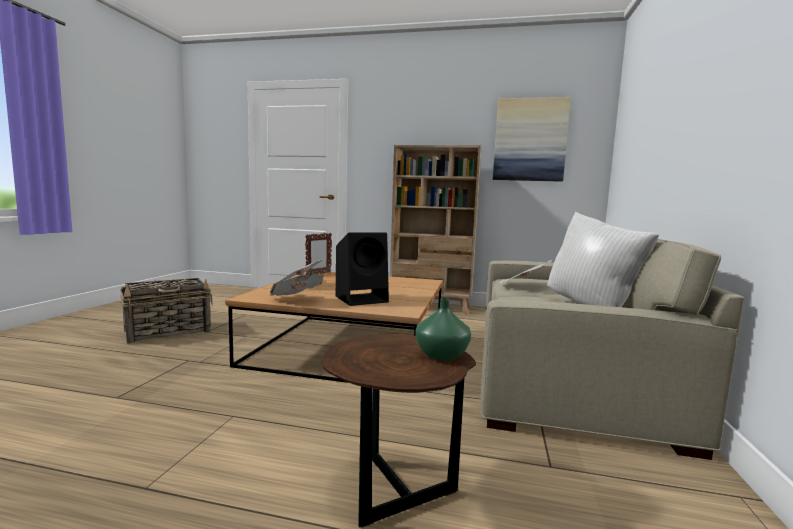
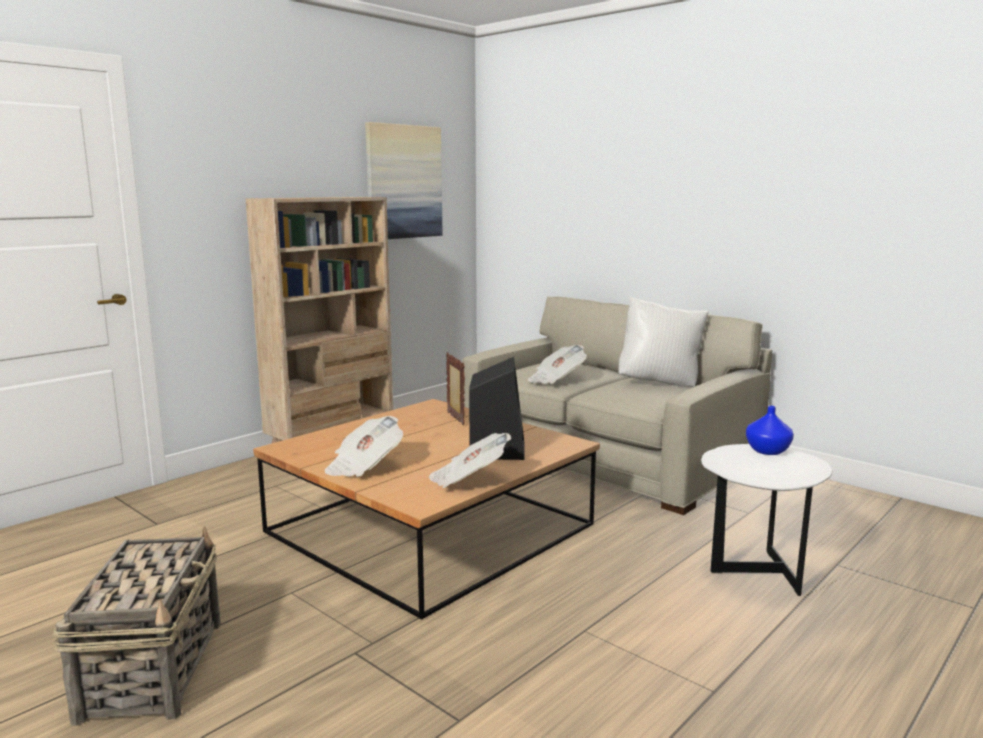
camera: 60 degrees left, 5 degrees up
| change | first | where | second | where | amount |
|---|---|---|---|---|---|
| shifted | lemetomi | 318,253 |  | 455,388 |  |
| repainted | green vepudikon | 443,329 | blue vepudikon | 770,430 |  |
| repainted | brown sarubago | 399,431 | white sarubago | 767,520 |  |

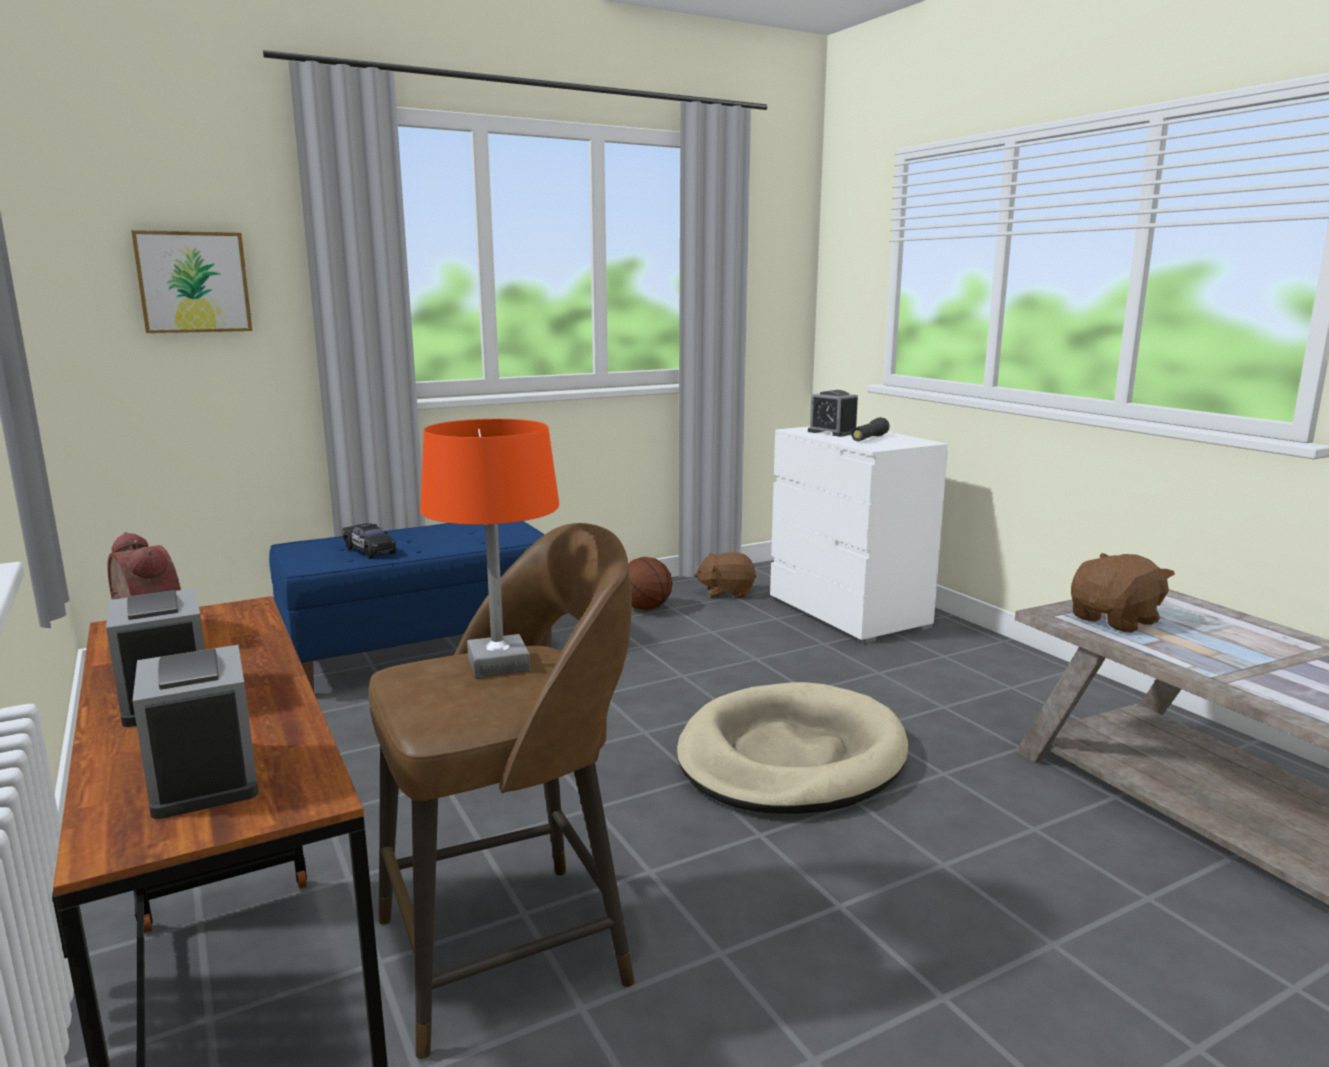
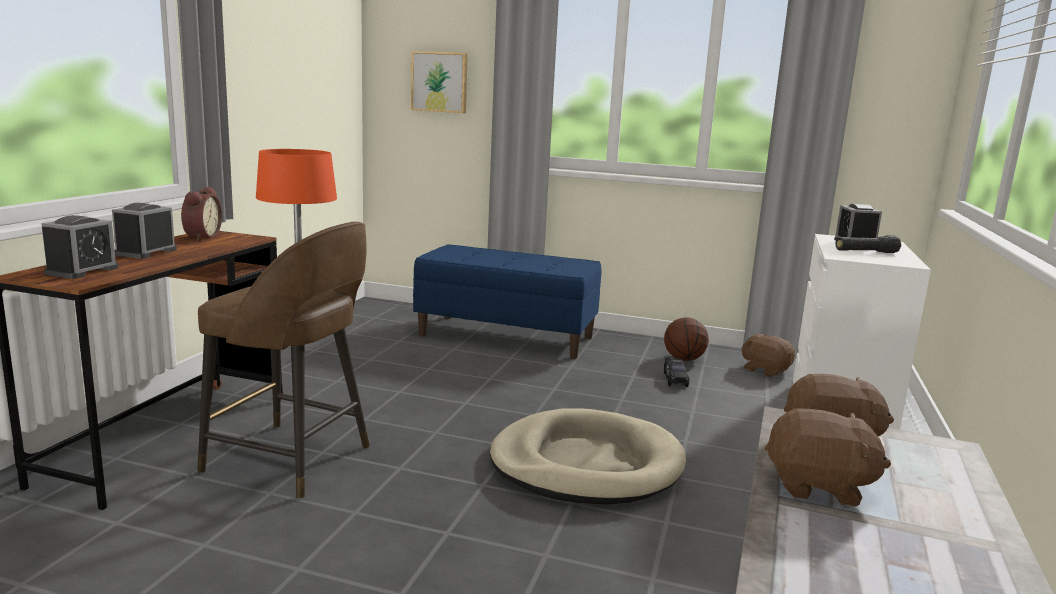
camera: 45 degrees right, 0 degrees up
| change | first | where | second | where | amount |
|---|---|---|---|---|---|
| shifted | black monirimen | 369,541 |  | 676,372 |  |
| new |  |  | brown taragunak | 828,457 |  |

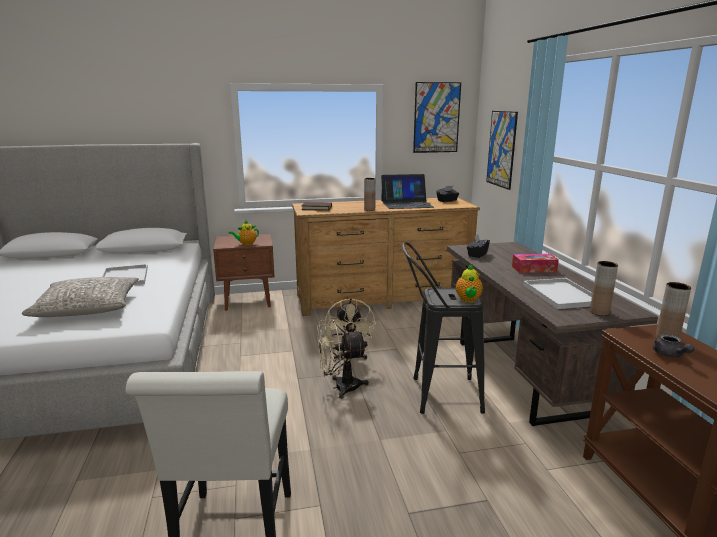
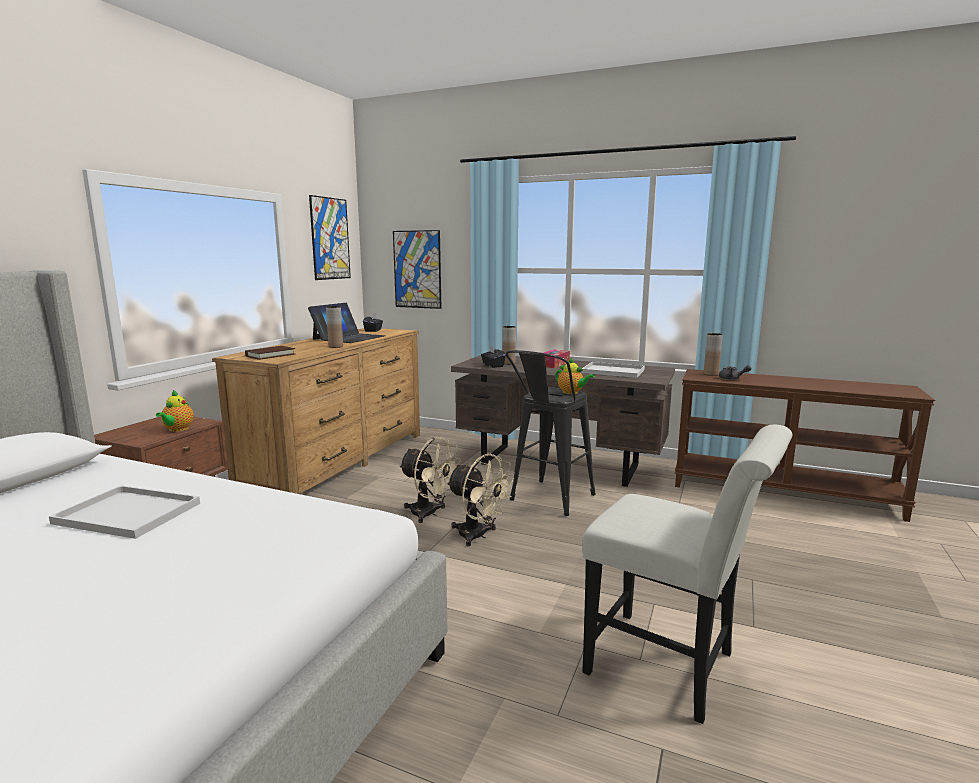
camera: 55 degrees left, 5 degrees down
| change | first | where | second | where | amount |
|---|---|---|---|---|---|
| shifted | brown vepudikon | 604,288 |  | 509,345 |  |
| gone | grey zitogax | 80,297 |  |  |  |
| rotated | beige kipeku | 343,359 |  | 480,500 | 75 degrees counterclockwise |

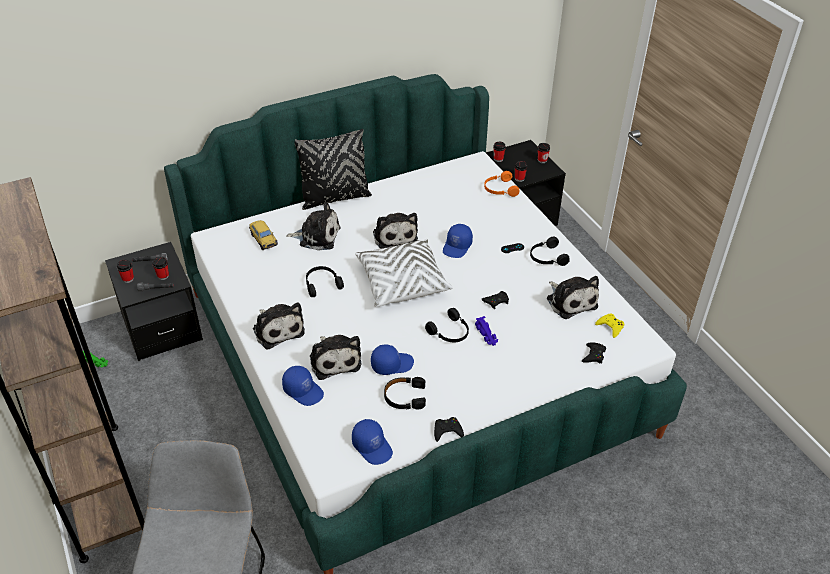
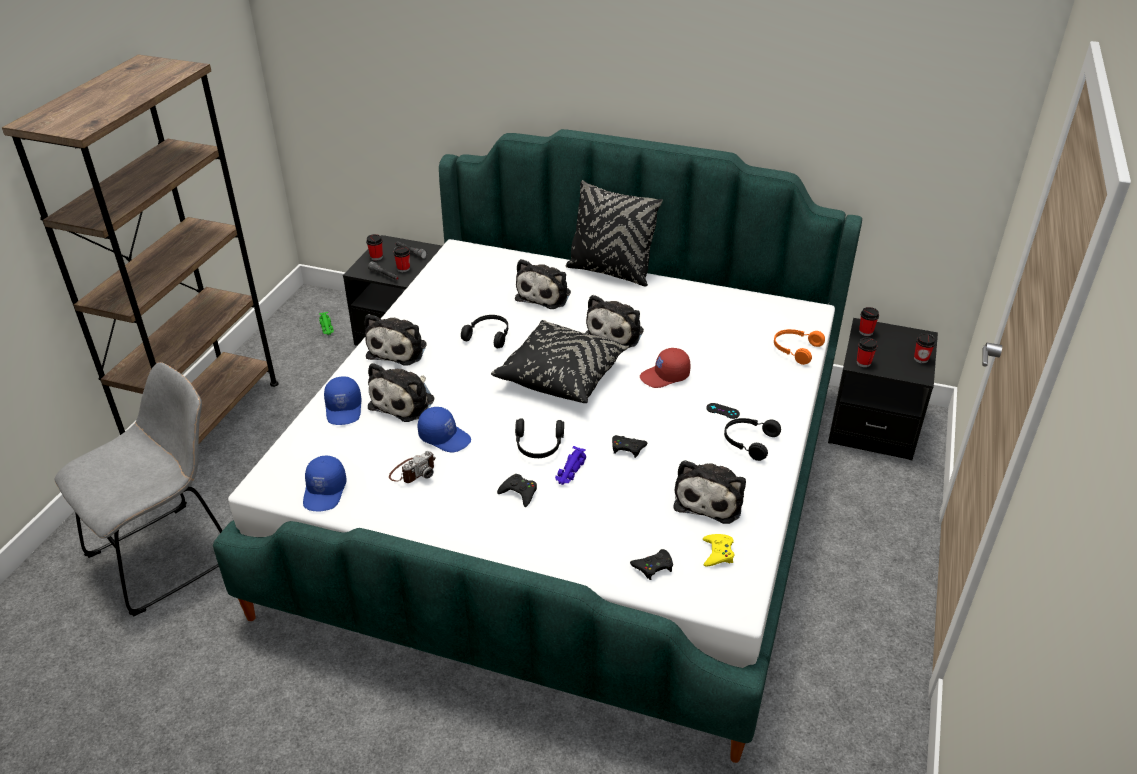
camera: 45 degrees right, 5 degrees down
| change | first | where | second | where | amount |
|---|---|---|---|---|---|
| rotated | taragunak | 313,226 |  | 543,284 | 60 degrees clockwise |
| gone | monirimen | 263,235 |  |  |  |
| repainted | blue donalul | 458,241 | red donalul | 665,368 |  |
| repainted | white zitogax | 404,273 | black zitogax | 560,361 |  |
| swapped | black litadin | 405,393 | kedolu | 412,467 |  |
| shifted | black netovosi | 449,429 |  | 517,490 |  |

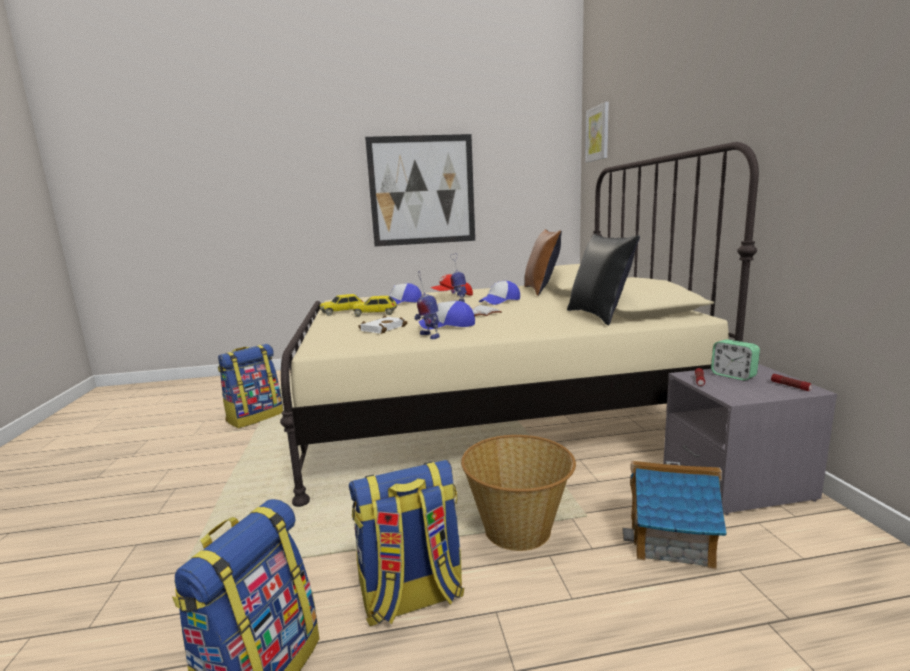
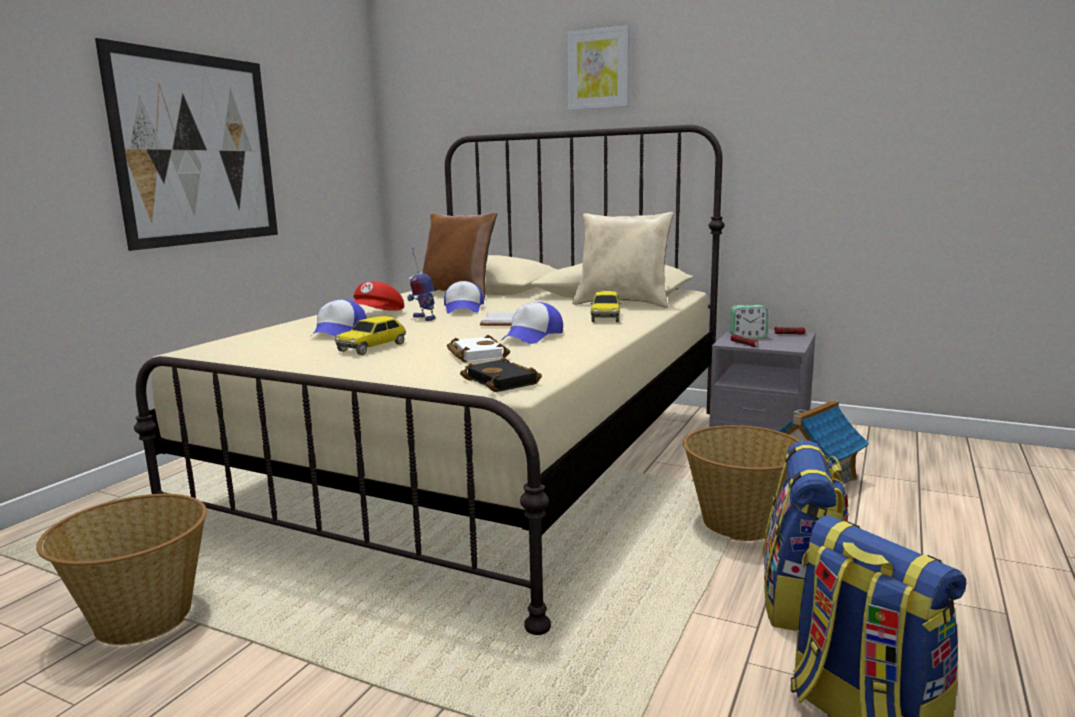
camera: 55 degrees left, 0 degrees up
| change | first | where | second | where | amount |
|---|---|---|---|---|---|
| shifted | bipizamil | 597,132 |  | 598,67 |  |
| repainted | black zitogax | 603,279 | beige zitogax | 623,259 |  |
| gone | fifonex | 427,305 |  |  |  |
| shifted | monirimen | 341,305 |  | 605,306 |  |
| swapped | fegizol | 250,386 | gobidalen | 121,569 |  |
| new |  |  | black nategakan | 501,374 |  |

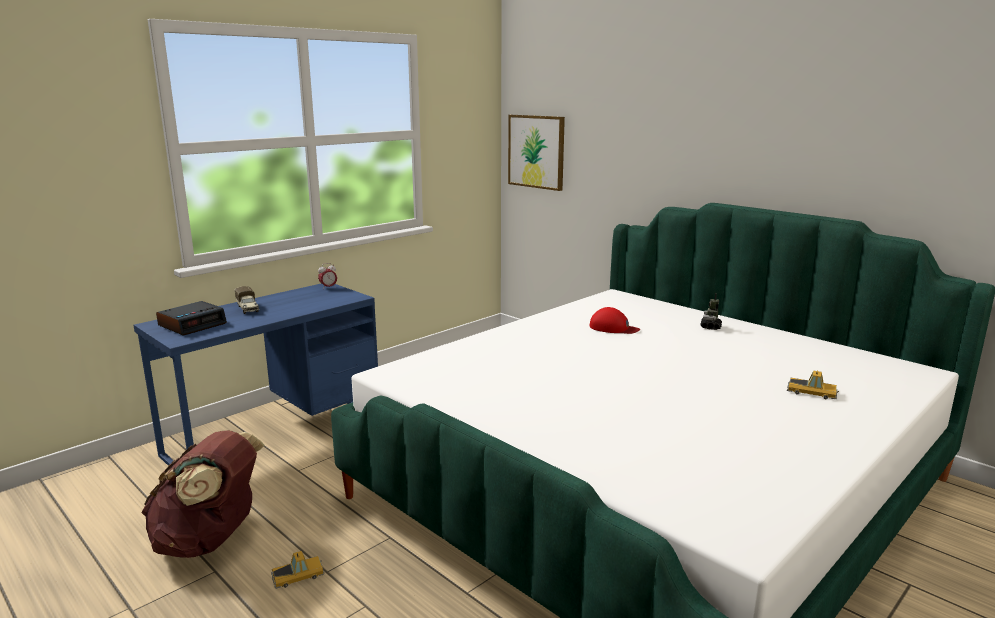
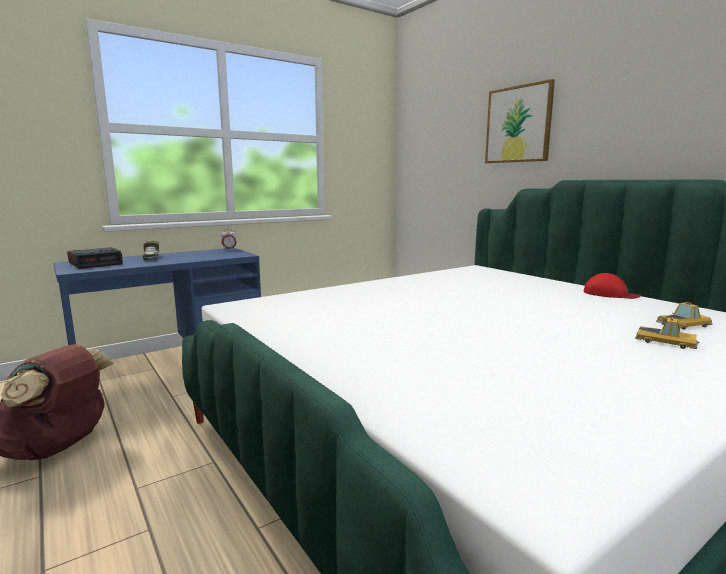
camera: 10 degrees right, 5 degrees down
| change | first | where | second | where | amount |
|---|---|---|---|---|---|
| shifted | bipizamil | 536,153 |  | 520,121 |  |
| gone | fifonex | 711,311 |  |  |  |
| shifted | red donalul | 614,320 |  | 612,286 |  |
| shifted | monirimen | 298,570 |  | 684,316 |  |

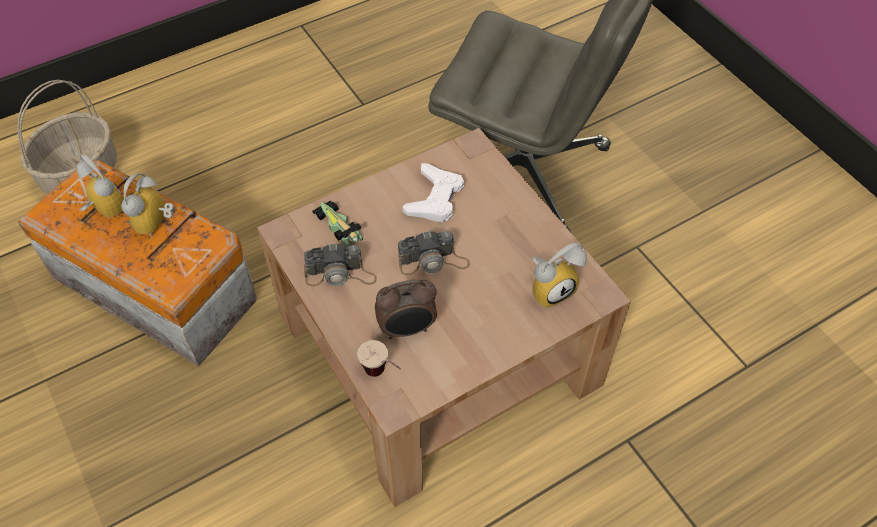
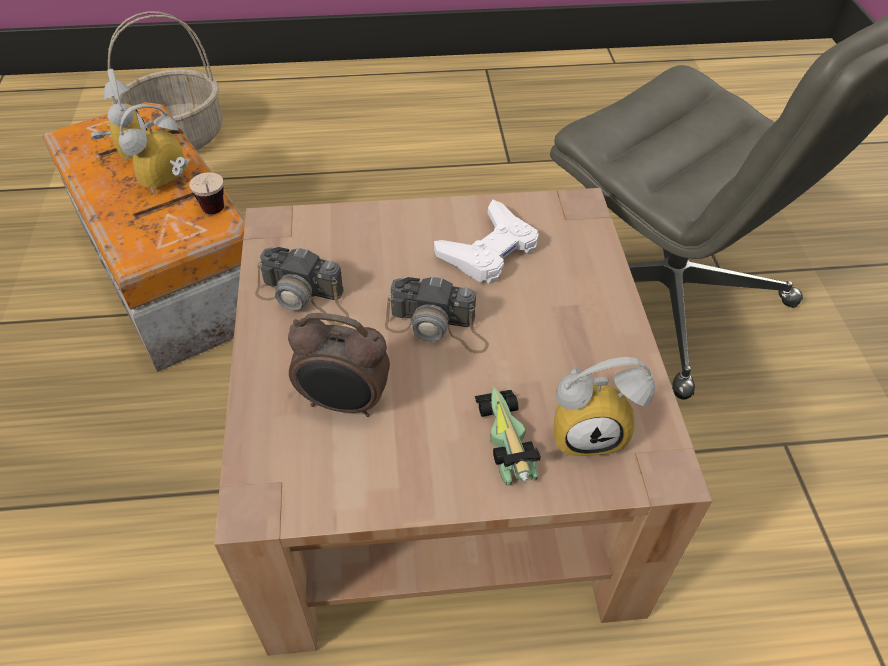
camera: 25 degrees right, 5 degrees down
| change | first | where | second | where | amount |
|---|---|---|---|---|---|
| shifted | monirimen | 337,223 |  | 508,436 |  |
| shifted | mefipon | 379,358 |  | 206,193 |  |

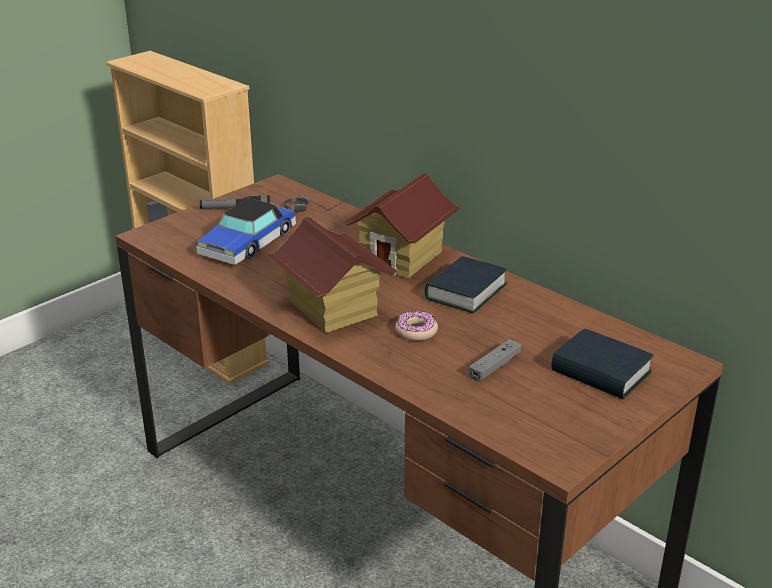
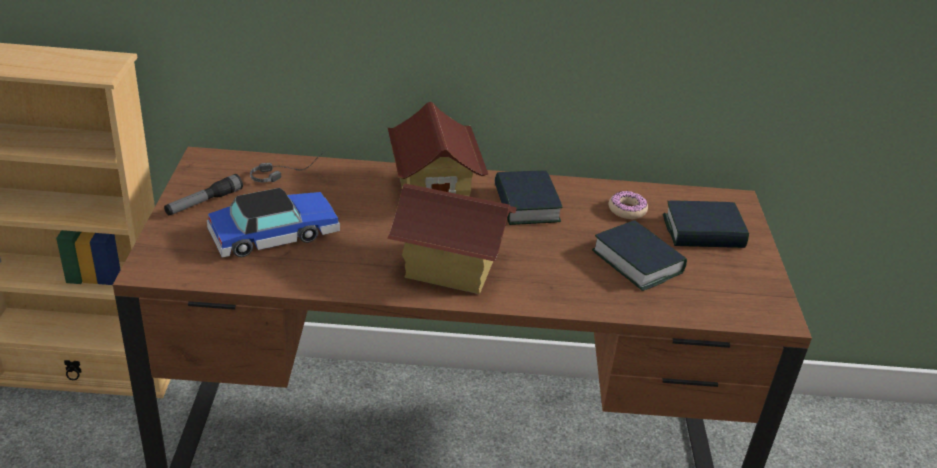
camera: 45 degrees left, 5 degrees up
| change | first | where | second | where | amount |
|---|---|---|---|---|---|
| rotated | monirimen | 246,232 |  | 273,222 | 105 degrees counterclockwise |
| shifted | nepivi | 416,325 |  | 628,205 |  |
| swapped | grey netovosi | 495,360 | nategakan | 639,255 |  |

